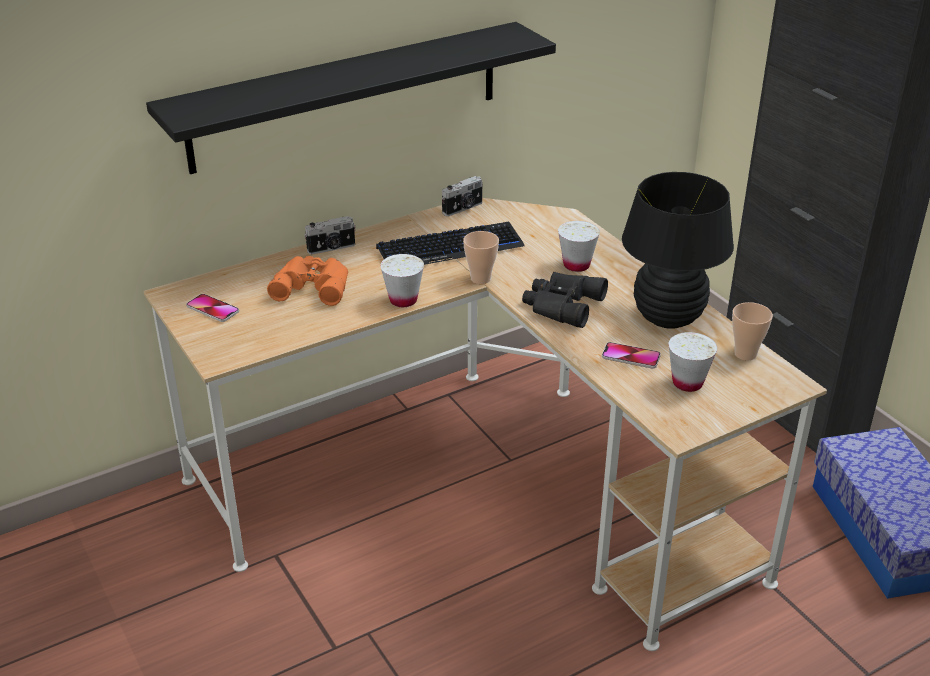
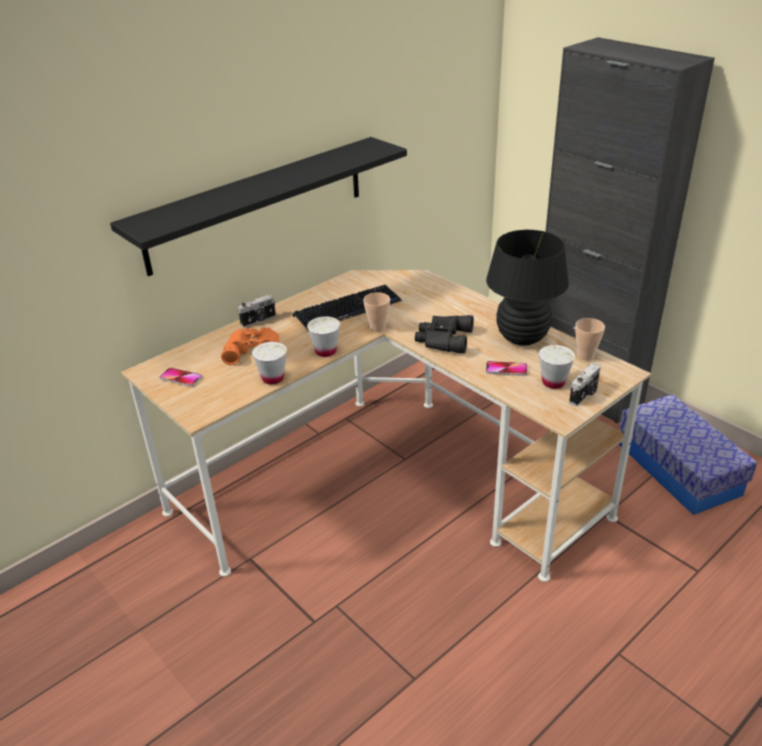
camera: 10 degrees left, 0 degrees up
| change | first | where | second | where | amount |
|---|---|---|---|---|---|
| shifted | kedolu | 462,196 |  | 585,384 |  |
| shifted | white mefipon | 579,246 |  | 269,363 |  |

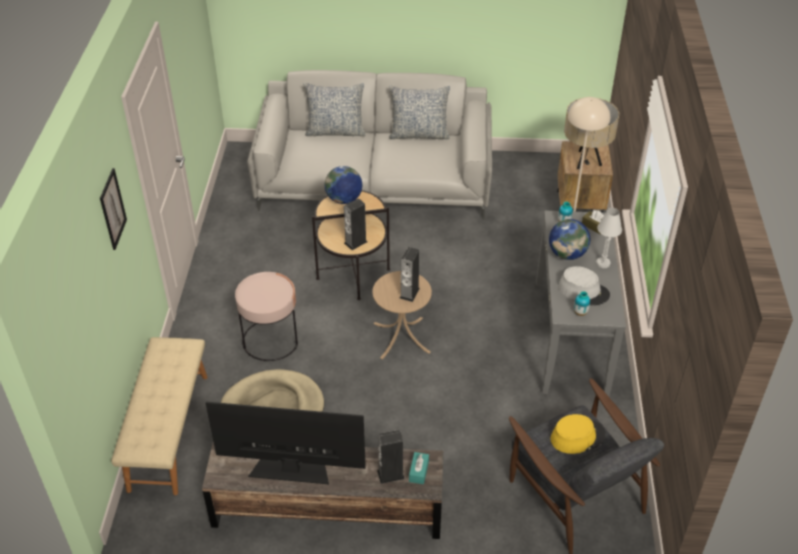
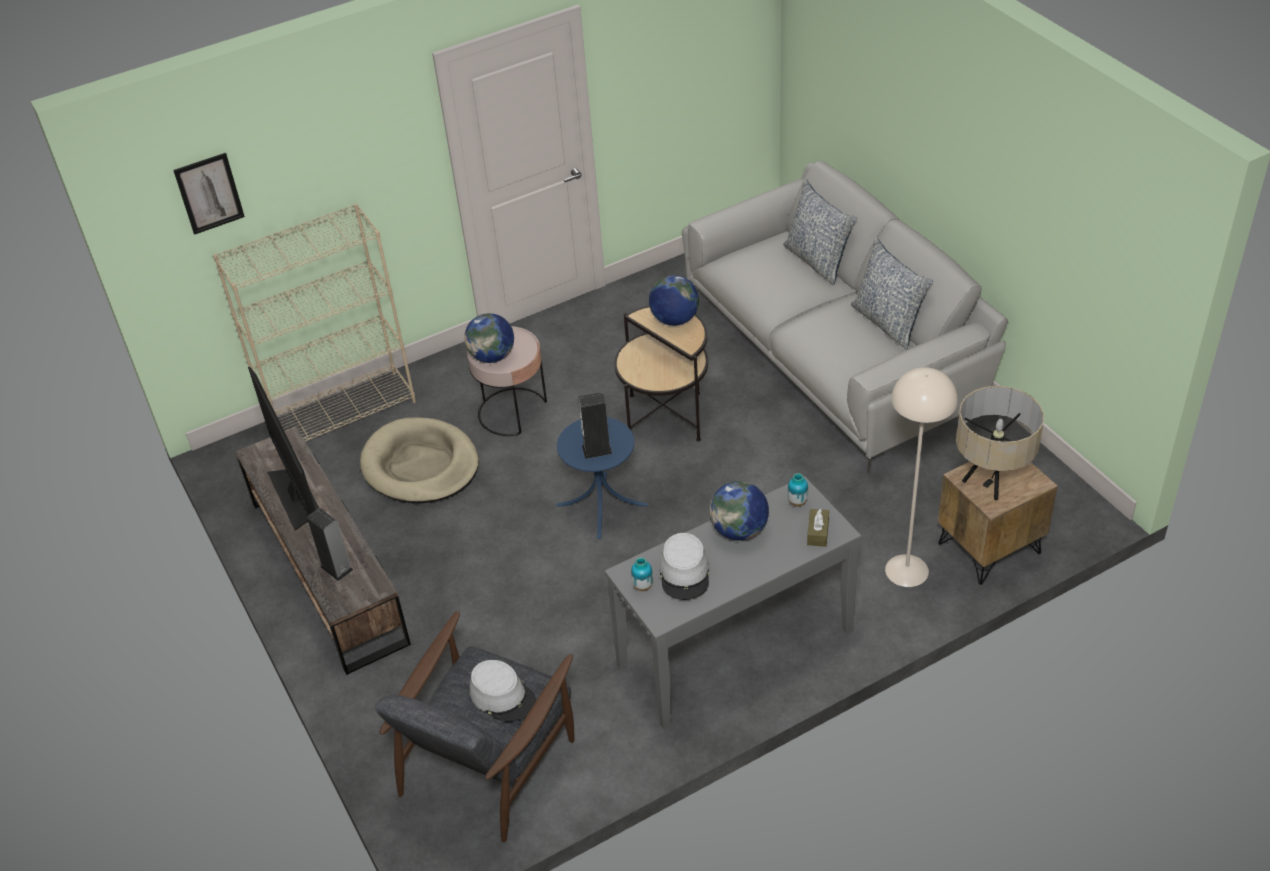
camera: 60 degrees right, 0 degrees up
| change | first | where | second | where | amount |
|---|---|---|---|---|---|
| shifted | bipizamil | 113,209 |  | 209,194 |  |
| gone | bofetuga | 355,224 |  |  |  |
| gone | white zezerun | 609,238 |  |  |  |
| repainted | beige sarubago | 402,315 | blue sarubago | 602,478 |  |
| swapped | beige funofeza | 159,416 | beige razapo | 314,322 |  |
| repainted | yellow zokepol | 578,434 | grey zokepol | 503,691 |  |
| gone | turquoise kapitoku | 419,468 |  |  |  |
| new |  |  | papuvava | 489,338 |  |

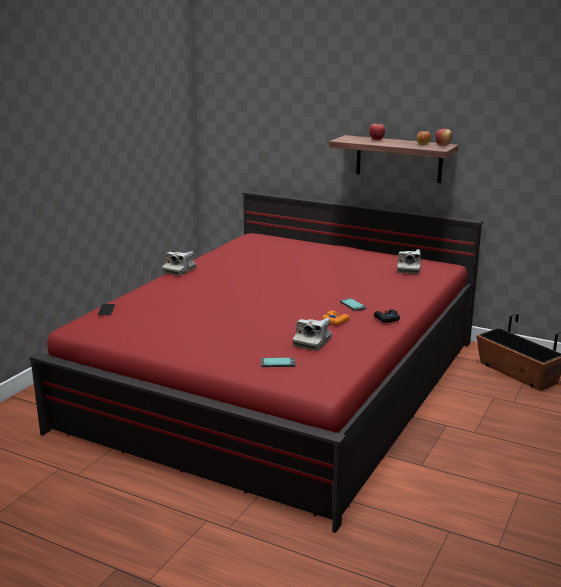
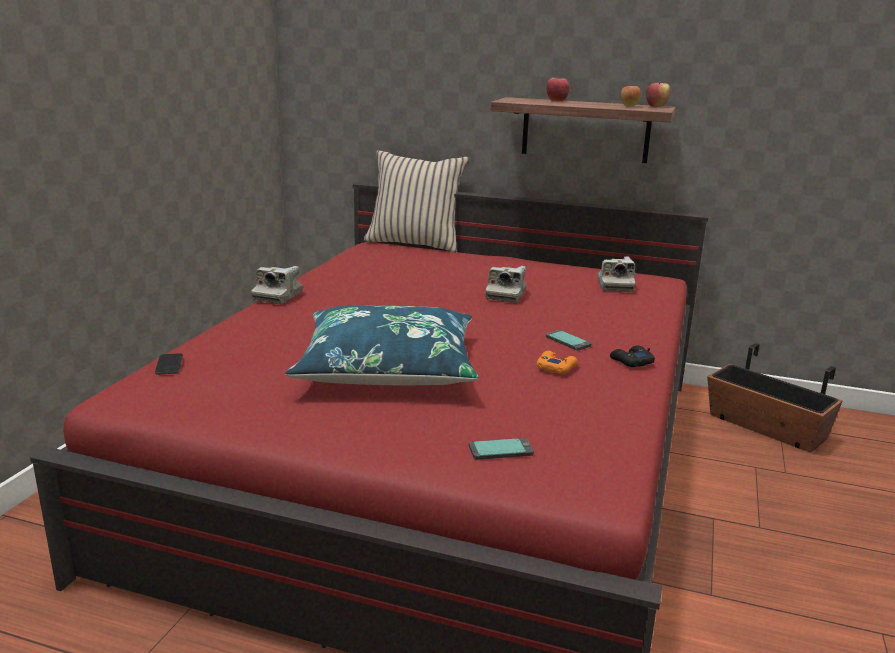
camera: 10 degrees left, 0 degrees up
| change | first | where | second | where | amount |
|---|---|---|---|---|---|
| shifted | kedolu | 312,334 |  | 505,284 |  |
| new |  |  | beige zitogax | 416,202 |  |
| new |  |  | blue zitogax | 382,345 |  |

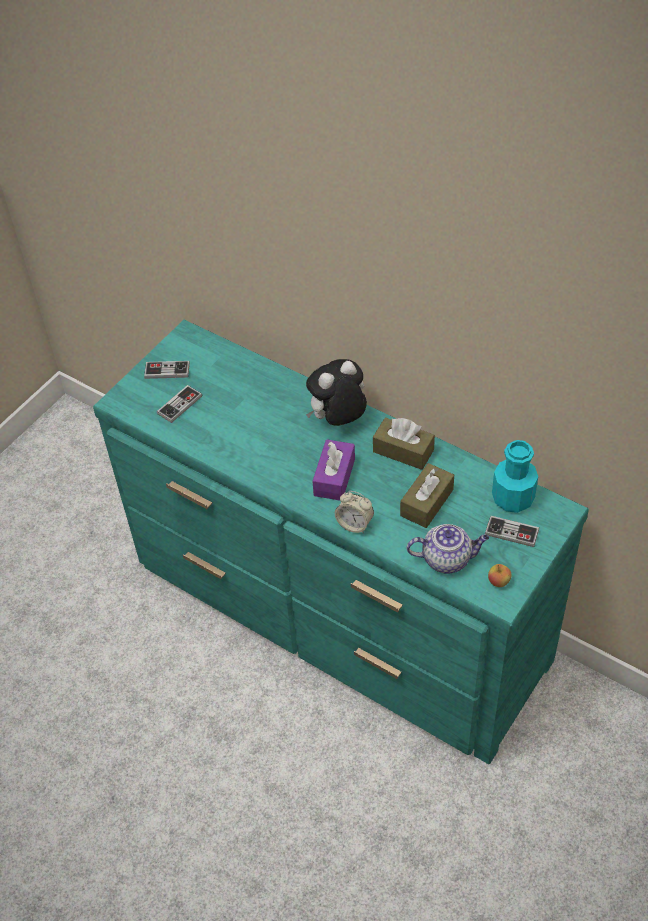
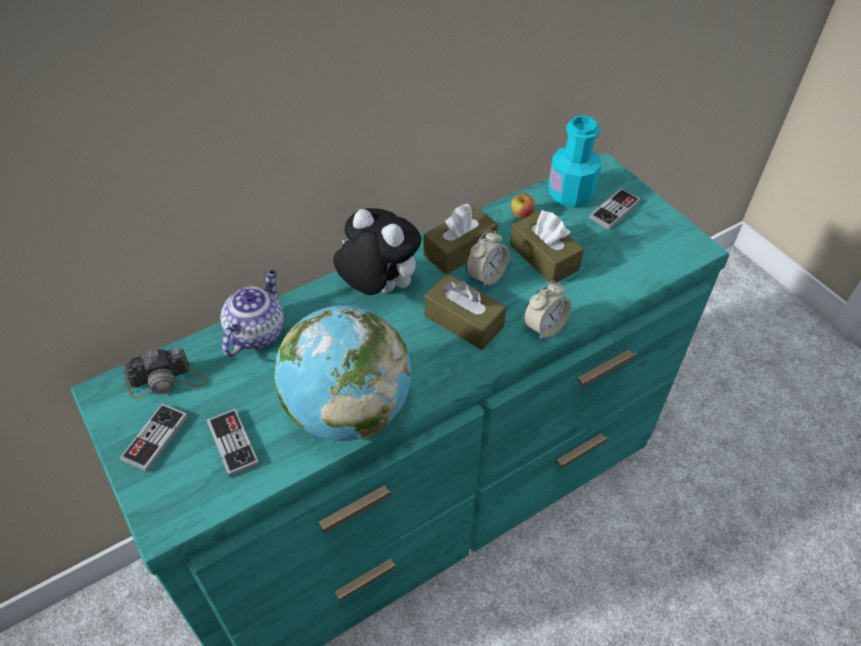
camera: 70 degrees left, 0 degrees up
| change | first | where | second | where | amount |
|---|---|---|---|---|---|
| rotated | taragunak | 336,392 |  | 377,251 | 135 degrees clockwise |
| repainted | purple kapitoku | 334,470 | brown kapitoku | 465,312 |  |
| shifted | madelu | 448,549 |  | 252,313 |  |
| shifted | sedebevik | 500,575 |  | 523,206 |  |
| new |  |  | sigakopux | 487,259 |  |
| new |  |  | papuvava | 342,373 |  |
| new |  |  | kedolu | 165,373 |  |

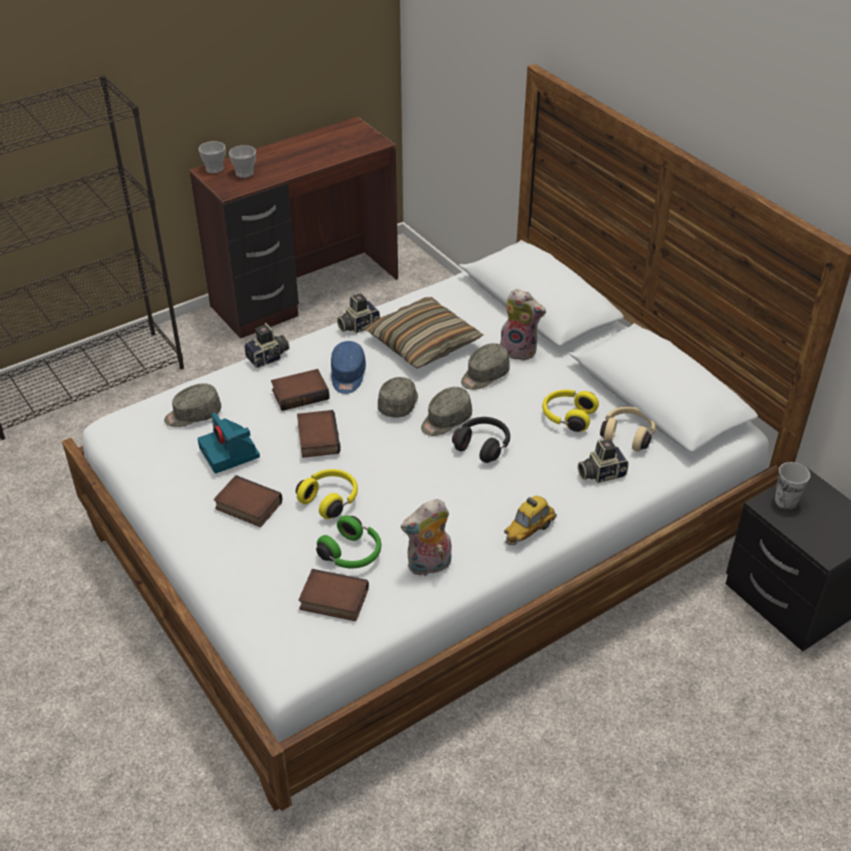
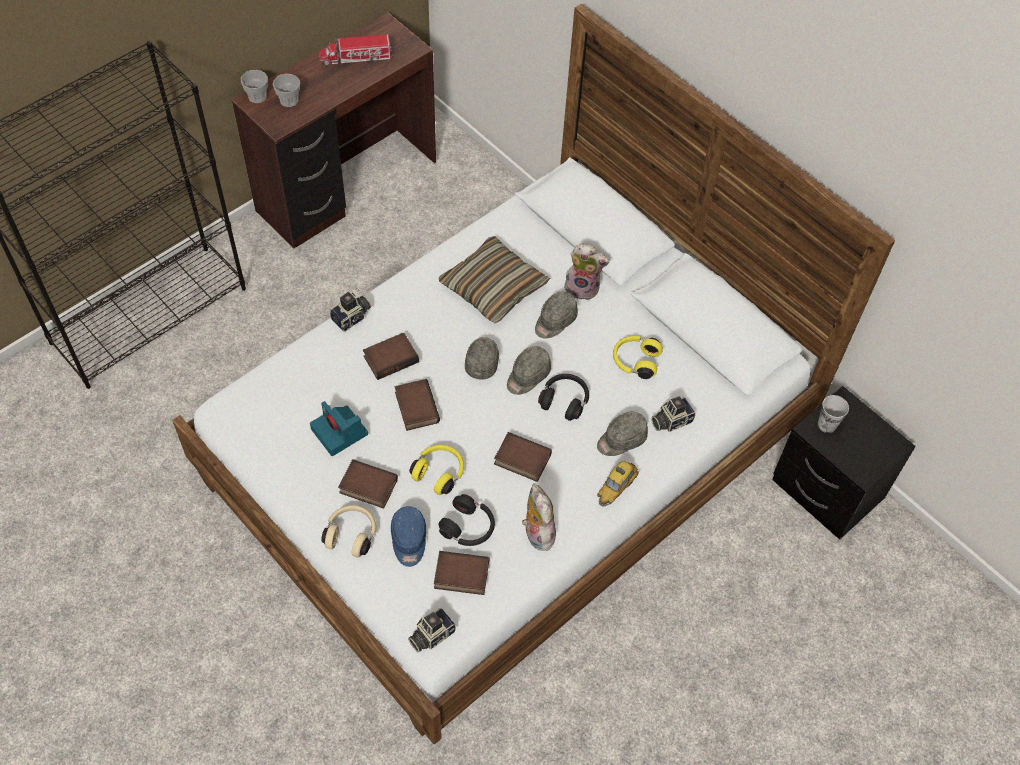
camera: 10 degrees left, 15 degrees up
| change | first | where | second | where | amount |
|---|---|---|---|---|---|
| shifted | kedolu | 358,314 |  | 432,630 |  |
| shifted | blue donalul | 348,367 |  | 408,536 |  |
| shifted | grey donalul | 192,405 |  | 622,434 |  |
| shifted | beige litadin | 628,429 |  | 348,531 |  |
| rotated | taragunak | 426,537 |  | 539,517 | 105 degrees clockwise |
| repainted | green litadin | 348,541 | black litadin | 467,520 |  |
| new |  |  | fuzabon | 355,49 |  |
| new |  |  | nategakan | 523,457 |  |

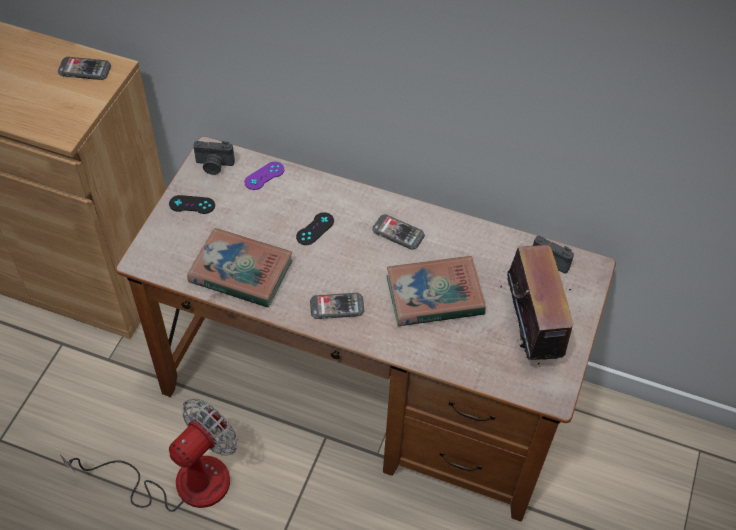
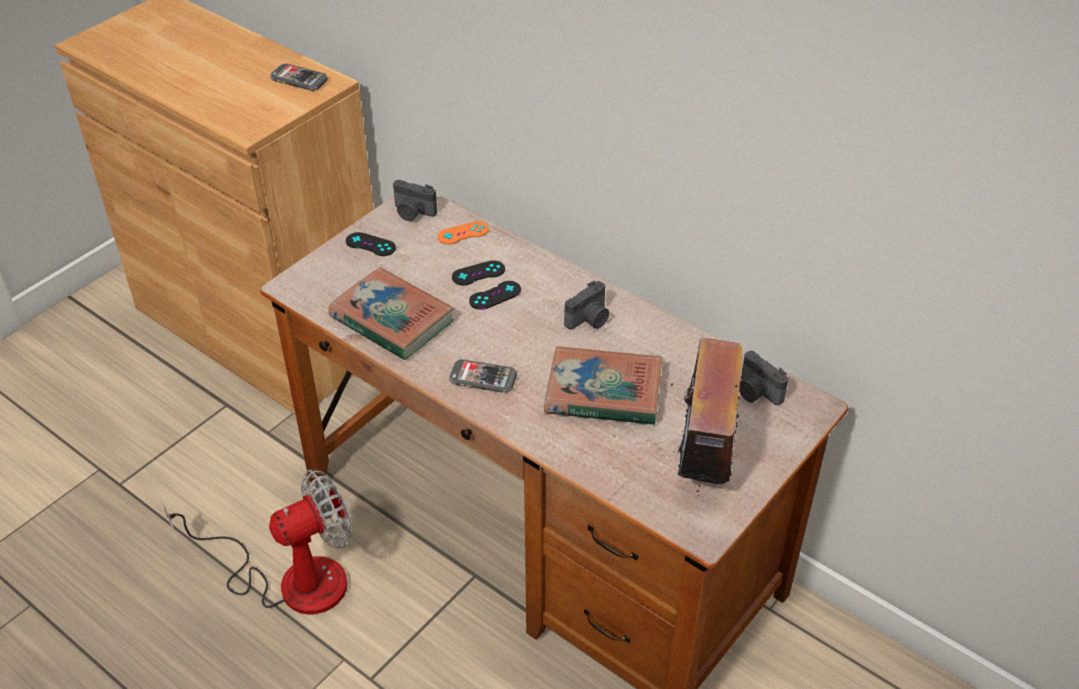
camera: 20 degrees right, 10 degrees down
| change | first | where | second | where | amount |
|---|---|---|---|---|---|
| repainted | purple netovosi | 264,176 | orange netovosi | 463,233 |  |
| swapped | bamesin | 398,232 | kedolu | 586,305 |  |
| new |  |  | black netovosi | 478,272 |  |

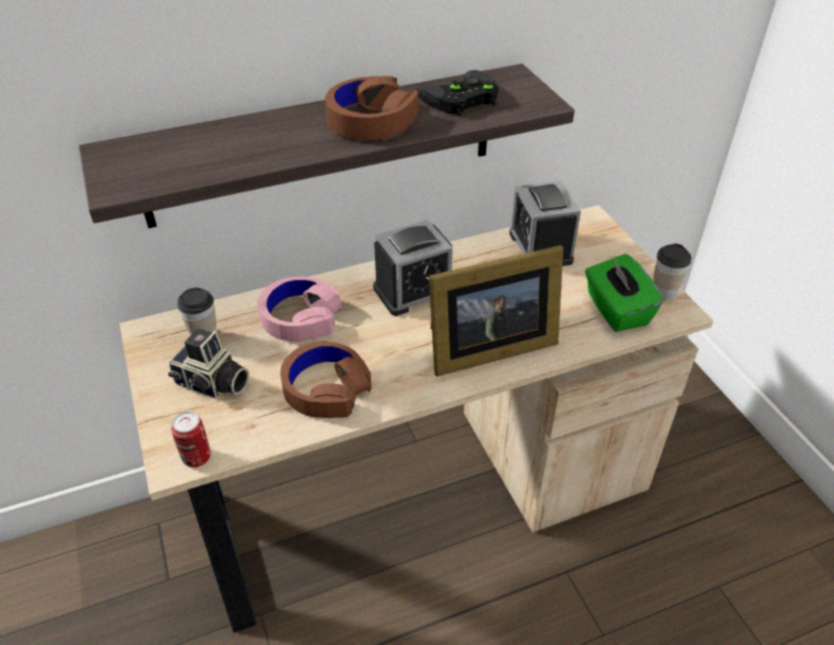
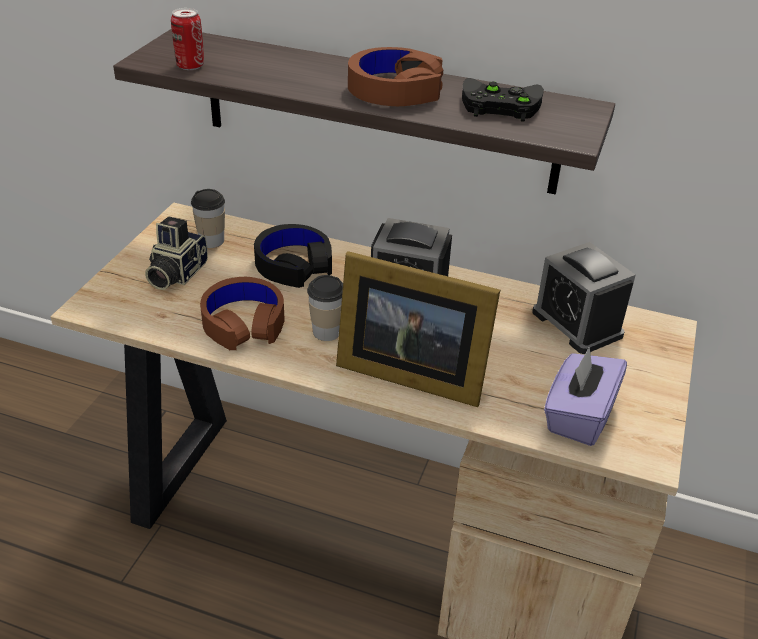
camera: 40 degrees right, 5 degrees down
| change | first | where | second | where | amount |
|---|---|---|---|---|---|
| rotated | sigakopux | 545,223 |  | 584,298 | 60 degrees counterclockwise |
| shifted | mefipon | 672,272 |  | 325,308 |  |
| repainted | green kapitoku | 624,293 | purple kapitoku | 585,396 |  |
| repainted | pink litadin | 299,309 | black litadin | 293,256 |  |
| rotated | kedolu | 208,364 |  | 176,253 | 45 degrees clockwise |
| shifted | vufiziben | 191,439 |  | 187,39 |  |

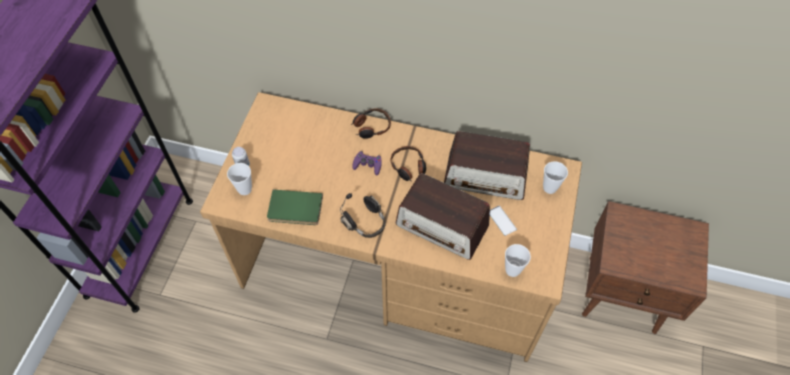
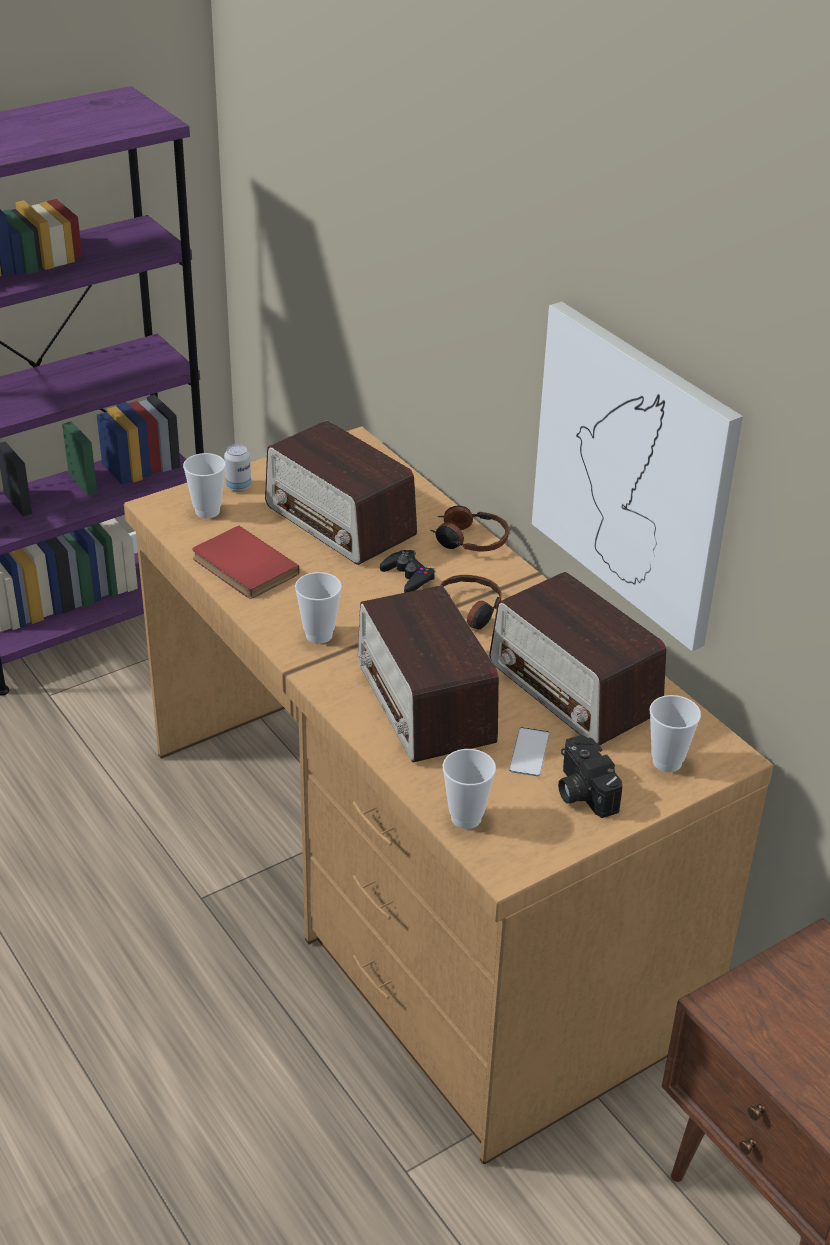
camera: 40 degrees right, 20 degrees down
| change | first | where | second | where | amount |
|---|---|---|---|---|---|
| repainted | purple netovosi | 367,163 | black netovosi | 408,571 |  |
| repainted | green nategakan | 295,207 | red nategakan | 246,562 |  |
| swapped | black litadin | 363,215 | mefipon | 318,608 |  |
| new |  |  | bipizamil | 637,476 |  |
| new |  |  | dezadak | 341,493 |  |
| new |  |  | kedolu | 590,776 |  |

